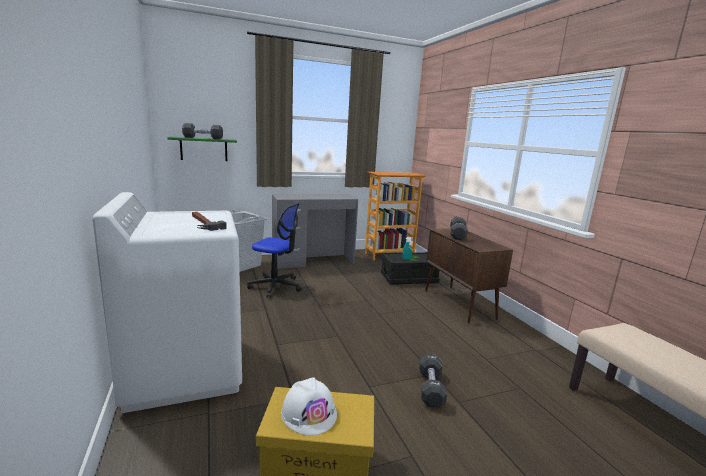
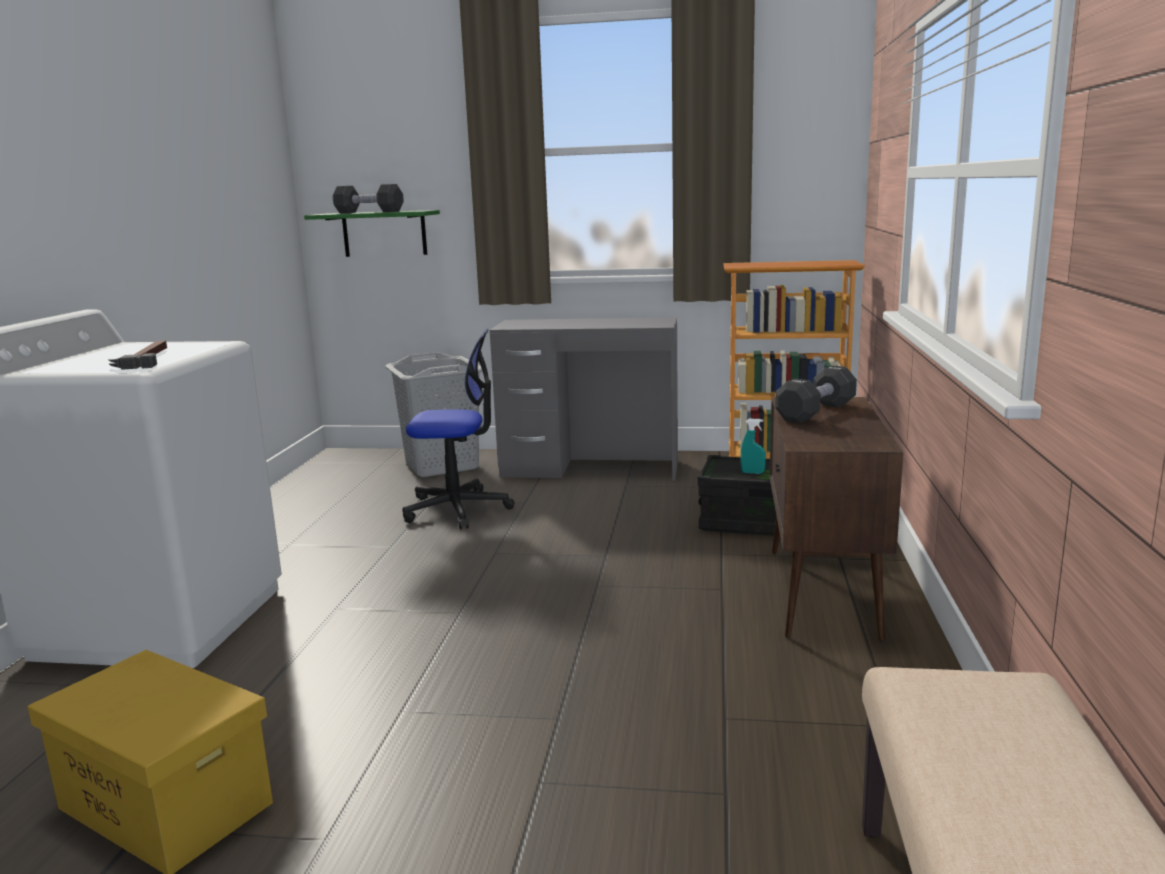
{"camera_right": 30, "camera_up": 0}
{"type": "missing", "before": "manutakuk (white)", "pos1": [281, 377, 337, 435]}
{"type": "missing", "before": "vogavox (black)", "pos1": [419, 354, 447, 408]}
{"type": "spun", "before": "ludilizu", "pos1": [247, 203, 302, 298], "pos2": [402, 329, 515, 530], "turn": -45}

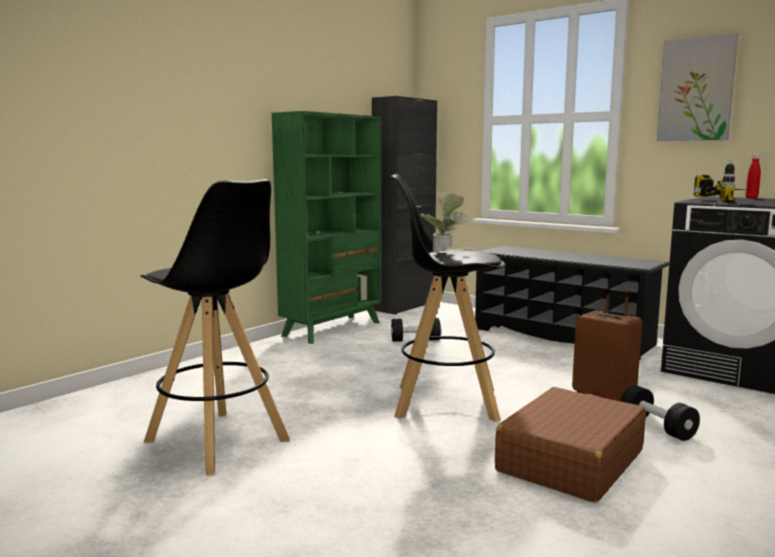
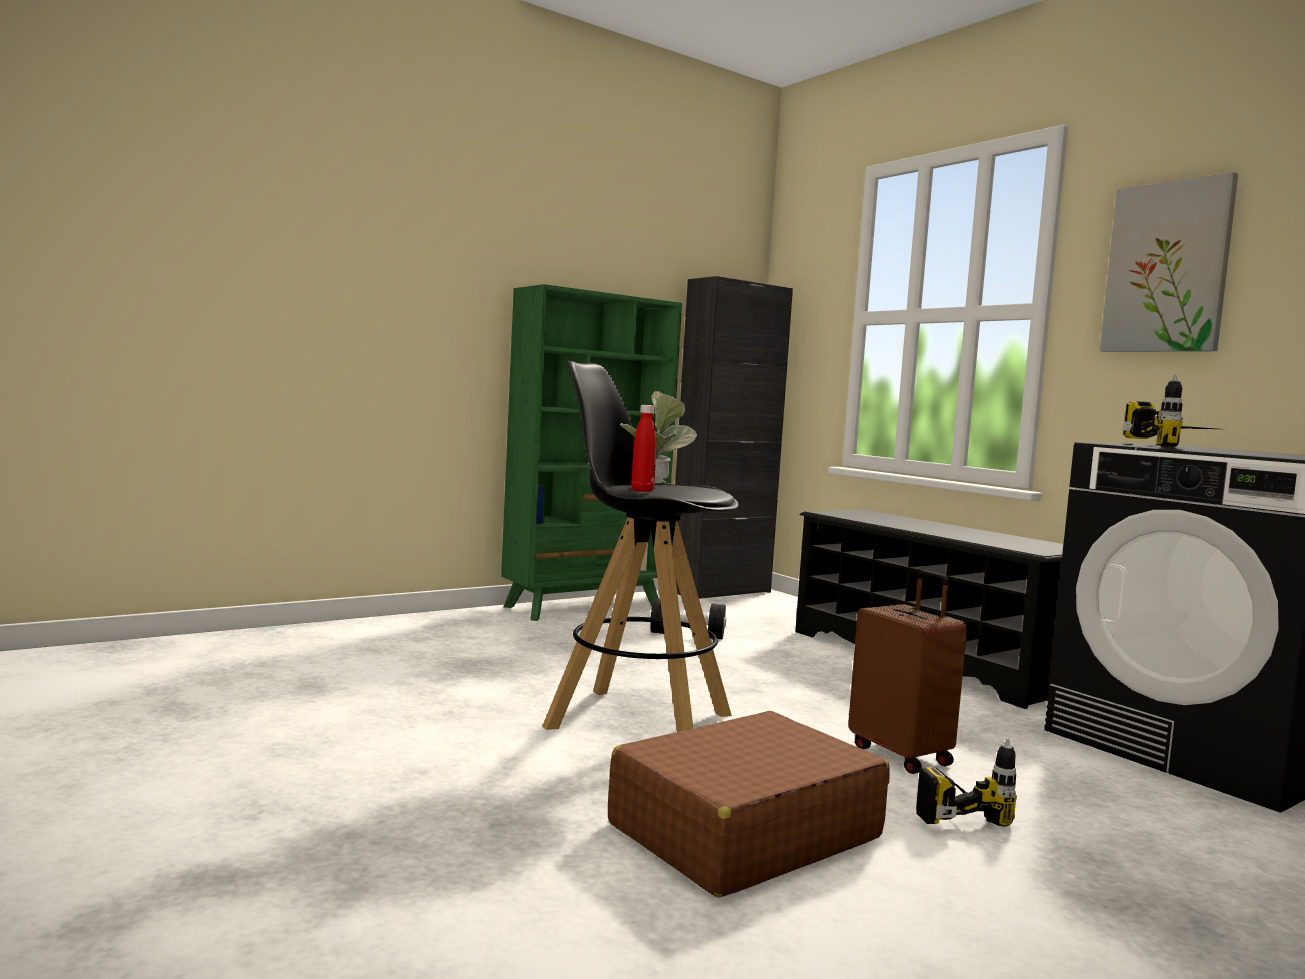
{"camera_right": 15, "camera_up": -5}
{"type": "missing", "before": "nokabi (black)", "pos1": [140, 179, 290, 475]}
{"type": "relocated", "before": "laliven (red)", "pos1": [746, 155, 761, 199], "pos2": [631, 405, 657, 492]}
{"type": "exchanged", "before": "vogavox (black)", "after": "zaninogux", "pos1": [621, 385, 700, 441], "pos2": [916, 739, 1017, 827]}

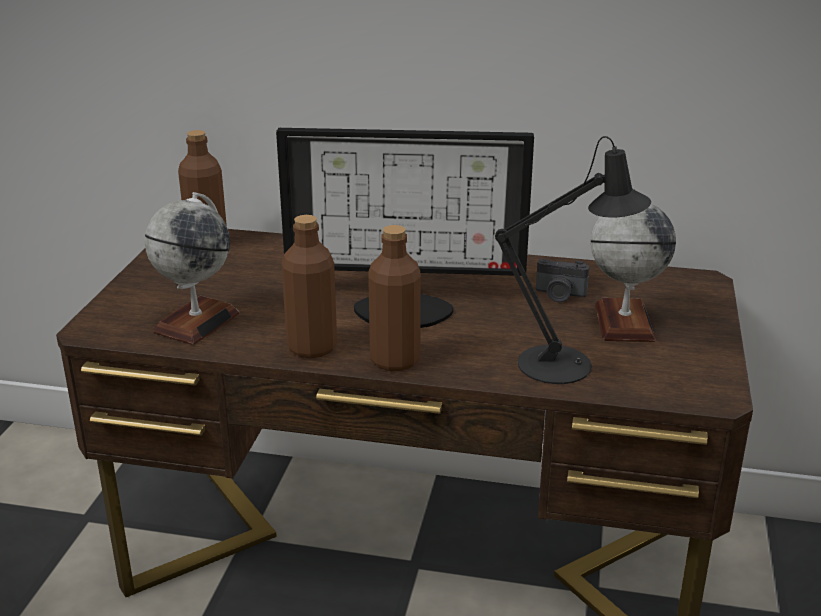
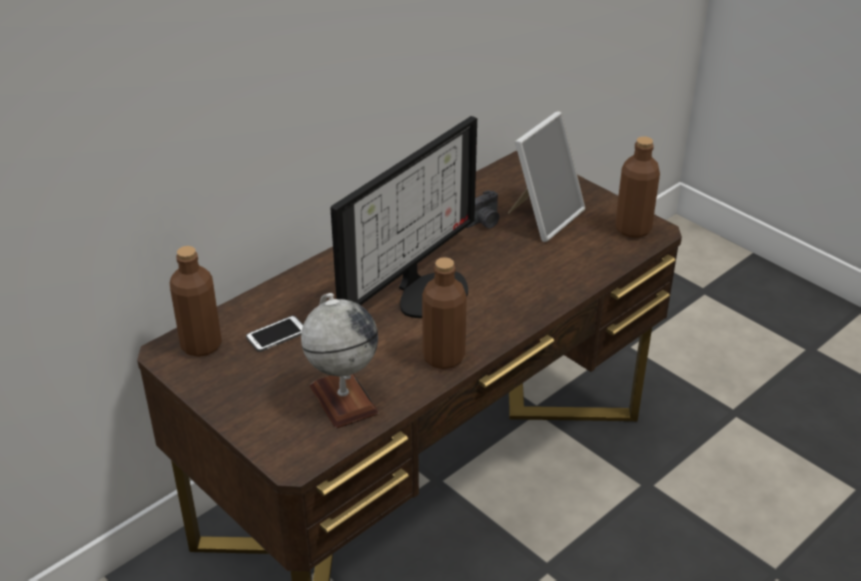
{"camera_right": -55, "camera_up": 10}
{"type": "missing", "before": "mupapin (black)", "pos1": [495, 136, 651, 384]}
{"type": "appeared", "after": "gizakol", "pos2": [246, 315, 303, 352]}
{"type": "relocated", "before": "laliven (brown)", "pos1": [368, 225, 421, 371], "pos2": [615, 136, 660, 238]}
{"type": "exchanged", "before": "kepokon", "after": "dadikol", "pos1": [591, 204, 676, 342], "pos2": [508, 111, 585, 242]}

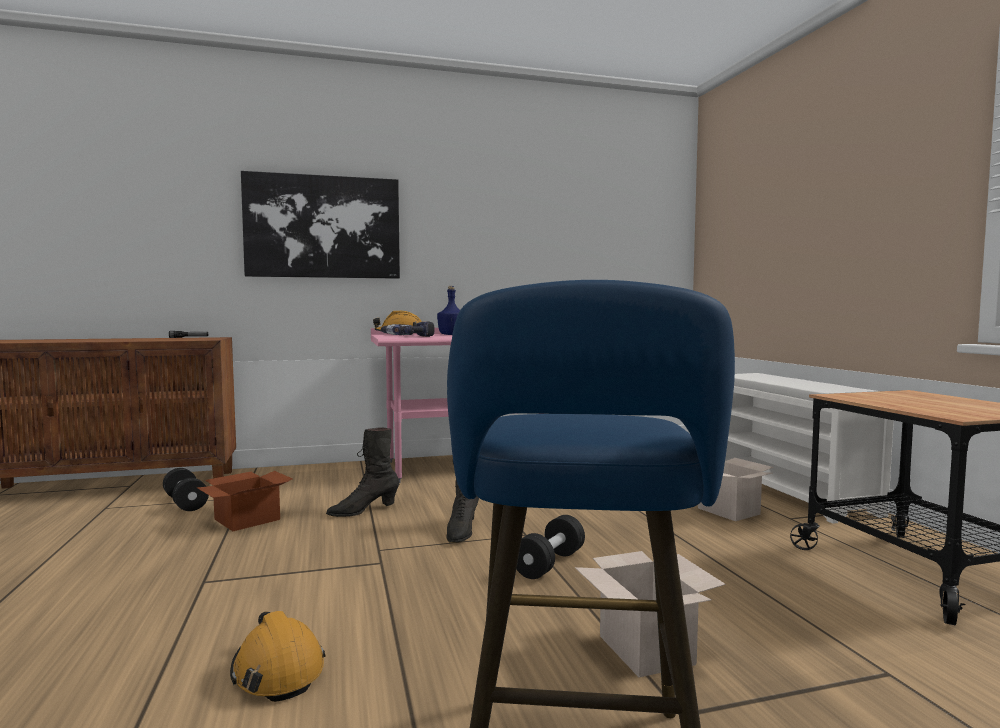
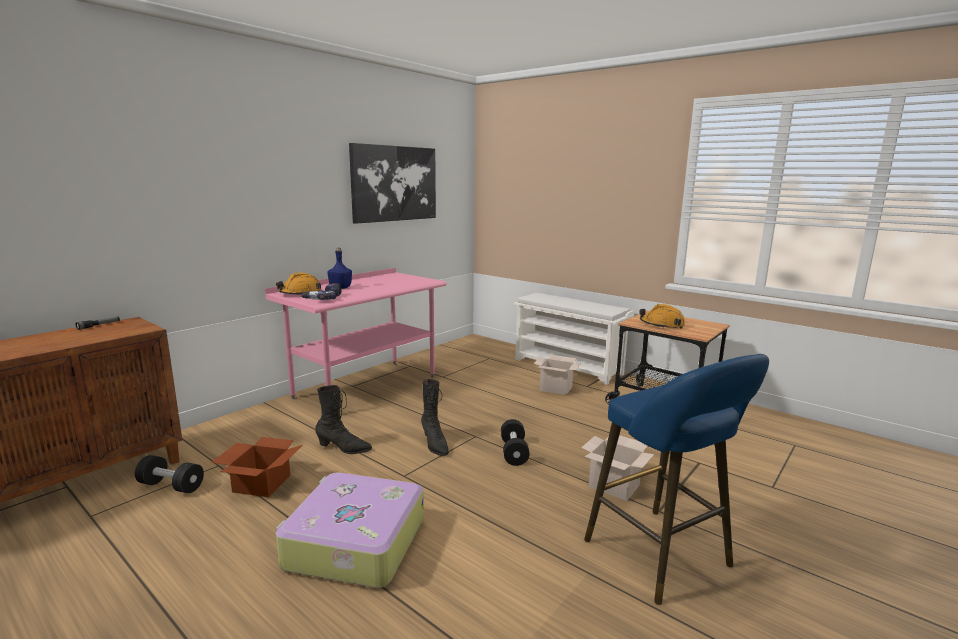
{"camera_right": -35, "camera_up": 10}
{"type": "appeared", "after": "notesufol", "pos2": [276, 472, 424, 588]}
{"type": "relocated", "before": "manutakuk (orange)", "pos1": [230, 611, 326, 702], "pos2": [639, 304, 685, 329]}
{"type": "relocated", "before": "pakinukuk", "pos1": [241, 171, 400, 279], "pos2": [349, 143, 436, 224]}
{"type": "spun", "before": "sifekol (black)", "pos1": [326, 427, 399, 517], "pos2": [315, 385, 372, 454], "turn": -105}

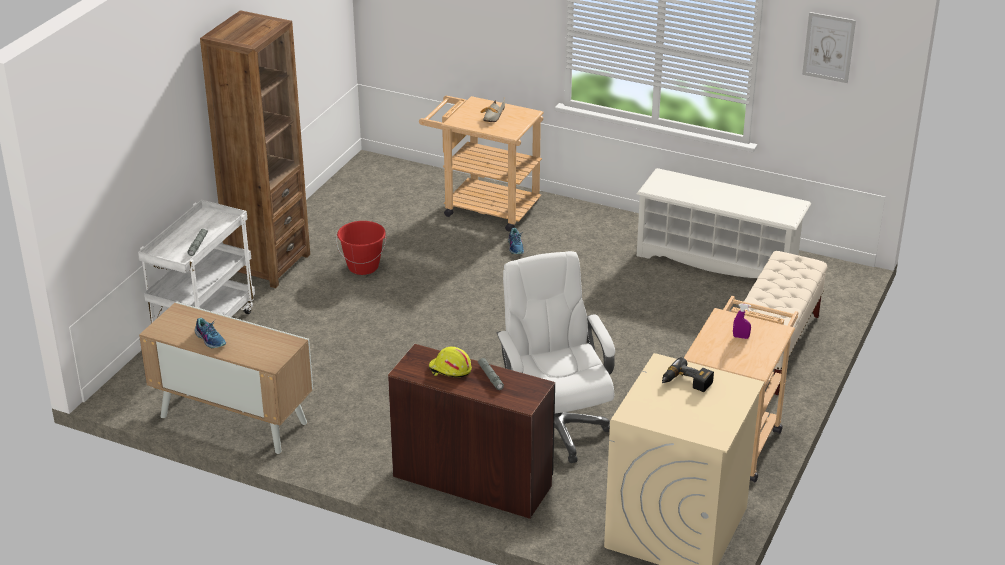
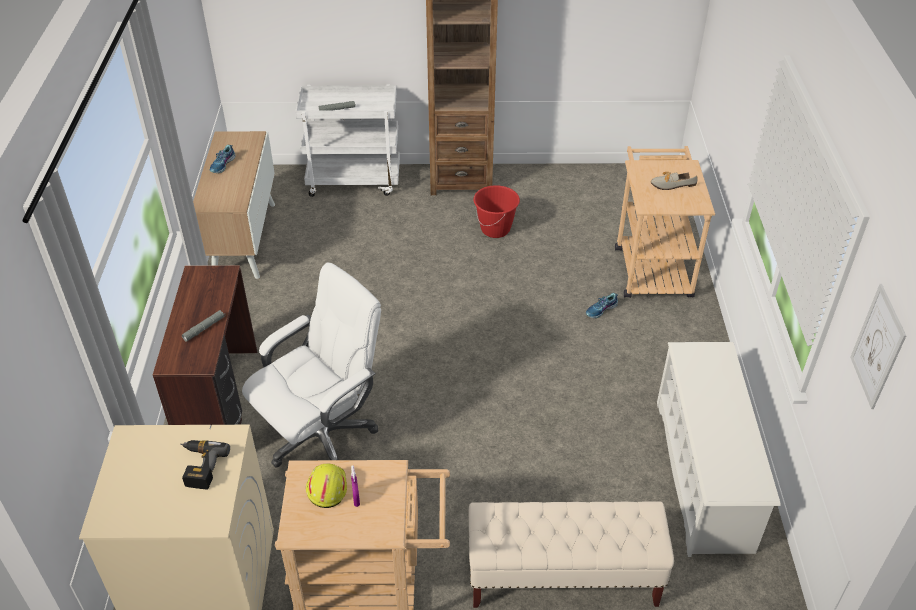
{"camera_right": 65, "camera_up": 10}
{"type": "relocated", "before": "manutakuk (yellow)", "pos1": [429, 346, 472, 377], "pos2": [306, 463, 347, 508]}

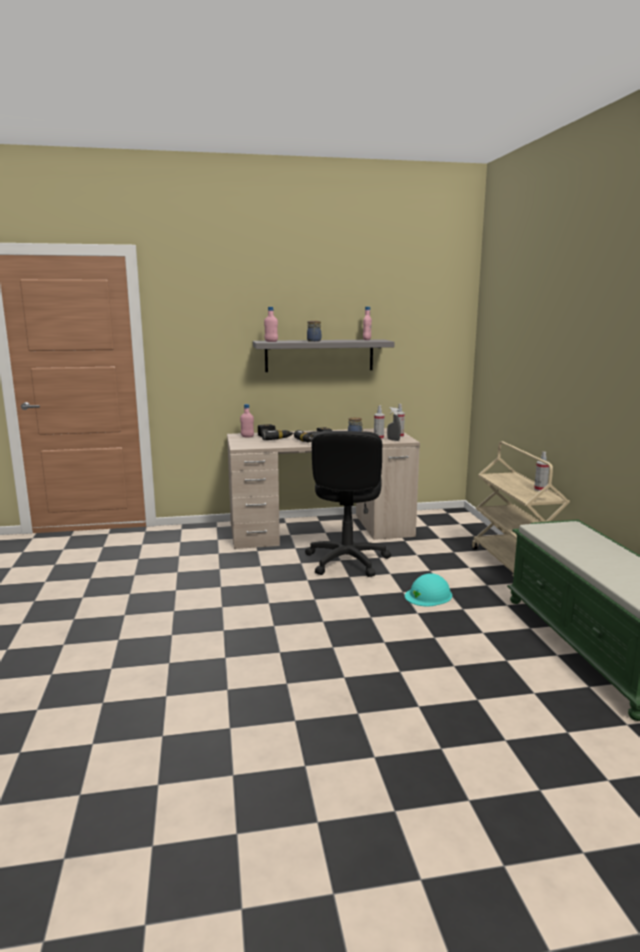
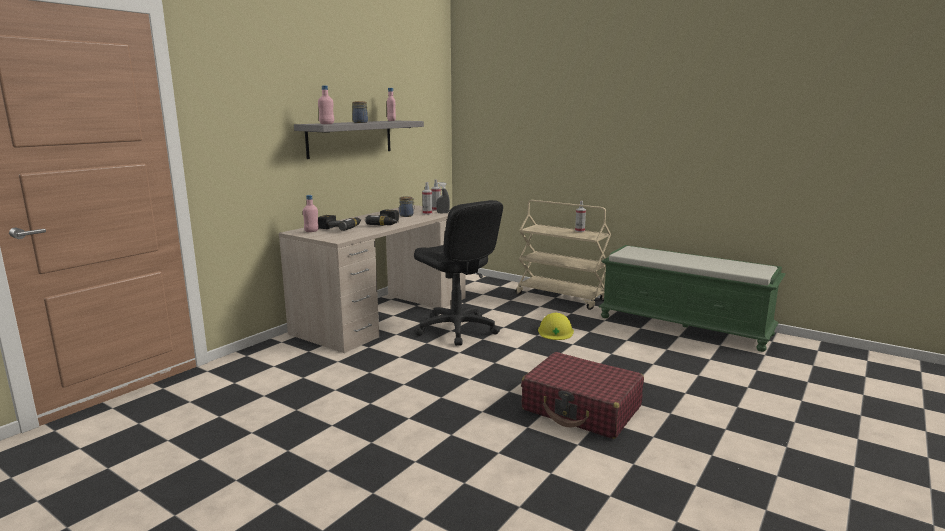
{"camera_right": -45, "camera_up": 0}
{"type": "appeared", "after": "notesufol (red)", "pos2": [521, 352, 644, 439]}
{"type": "colour", "before": "manutakuk (turquoise)", "after": "manutakuk (yellow)", "pos1": [405, 573, 452, 606], "pos2": [538, 313, 574, 340]}

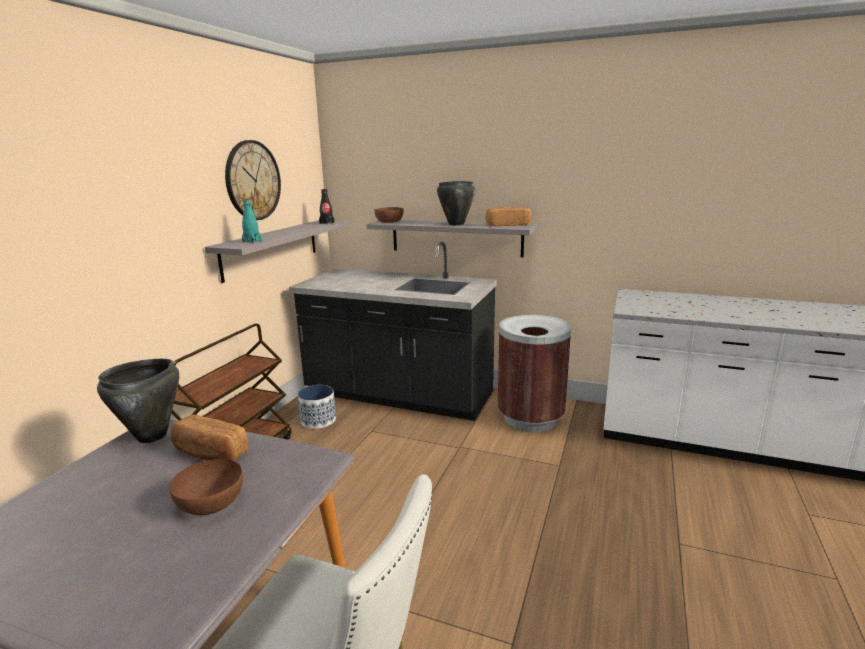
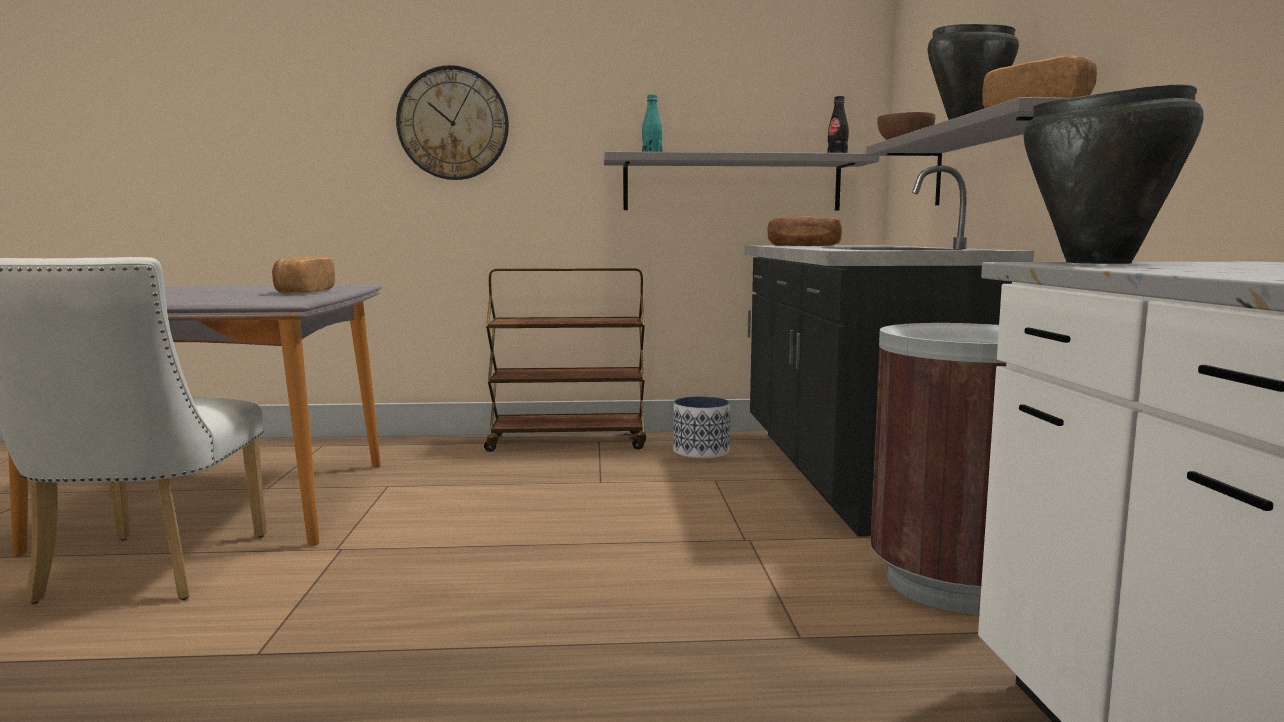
{"camera_right": 65, "camera_up": -10}
{"type": "missing", "before": "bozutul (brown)", "pos1": [169, 459, 243, 515]}
{"type": "appeared", "after": "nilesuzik", "pos2": [767, 217, 842, 246]}
{"type": "relocated", "before": "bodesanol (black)", "pos1": [97, 359, 179, 443], "pos2": [1024, 85, 1204, 264]}
{"type": "relocated", "before": "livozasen", "pos1": [225, 140, 281, 220], "pos2": [396, 65, 509, 180]}

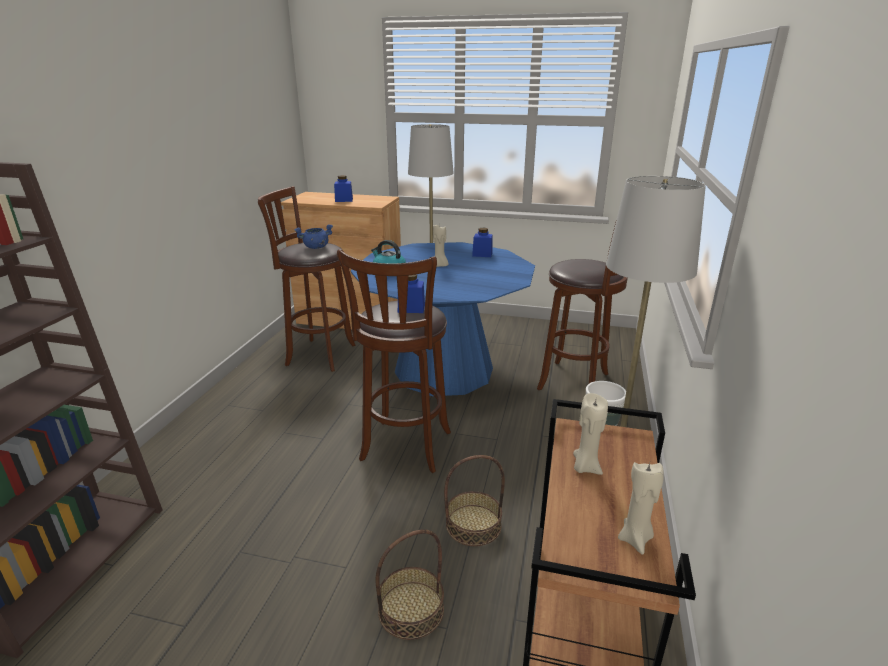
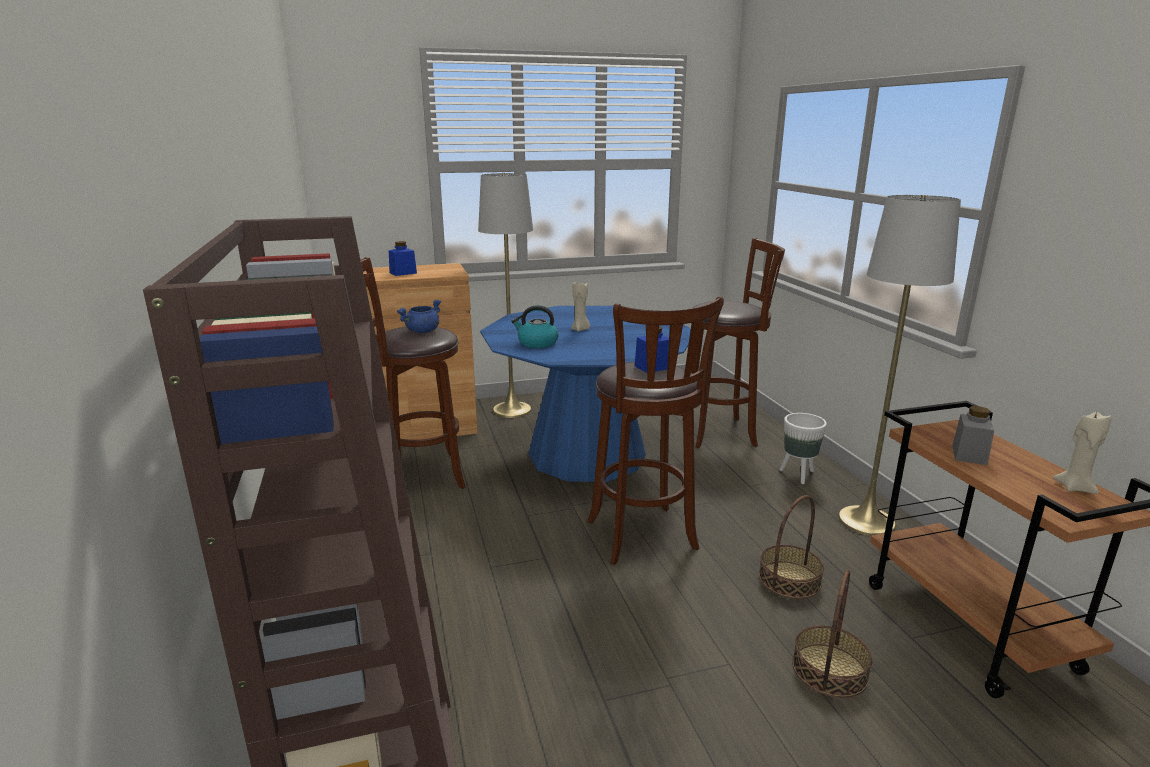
{"camera_right": -30, "camera_up": -5}
{"type": "missing", "before": "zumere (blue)", "pos1": [472, 228, 492, 257]}
{"type": "exchanged", "before": "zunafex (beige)", "after": "zumere (grey)", "pos1": [573, 393, 608, 475], "pos2": [952, 406, 994, 465]}

